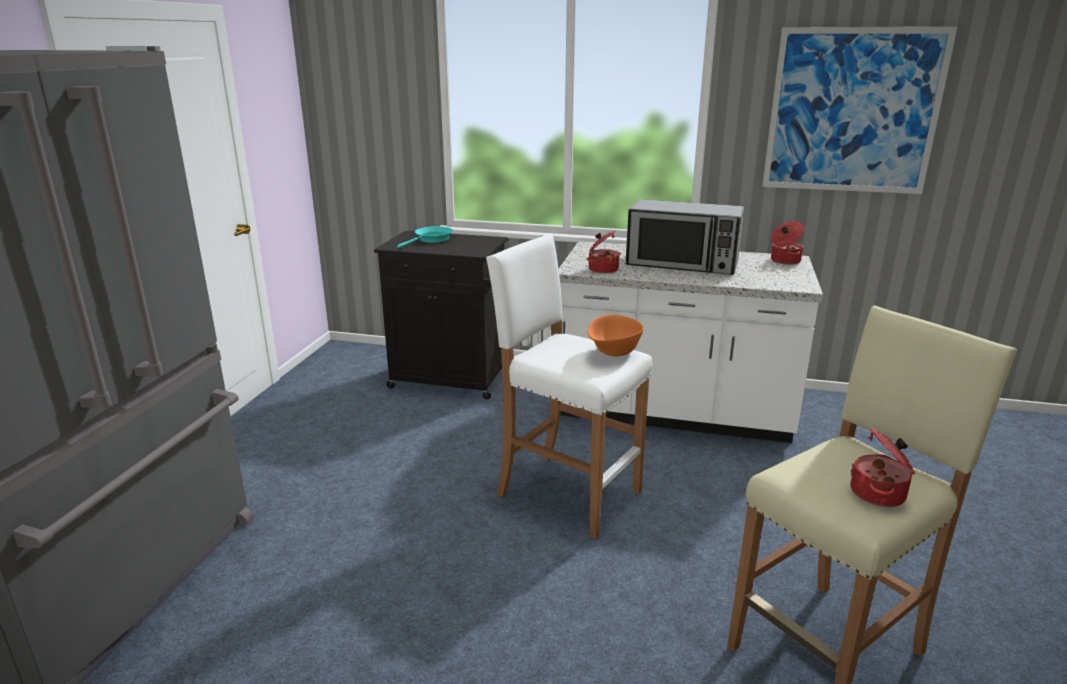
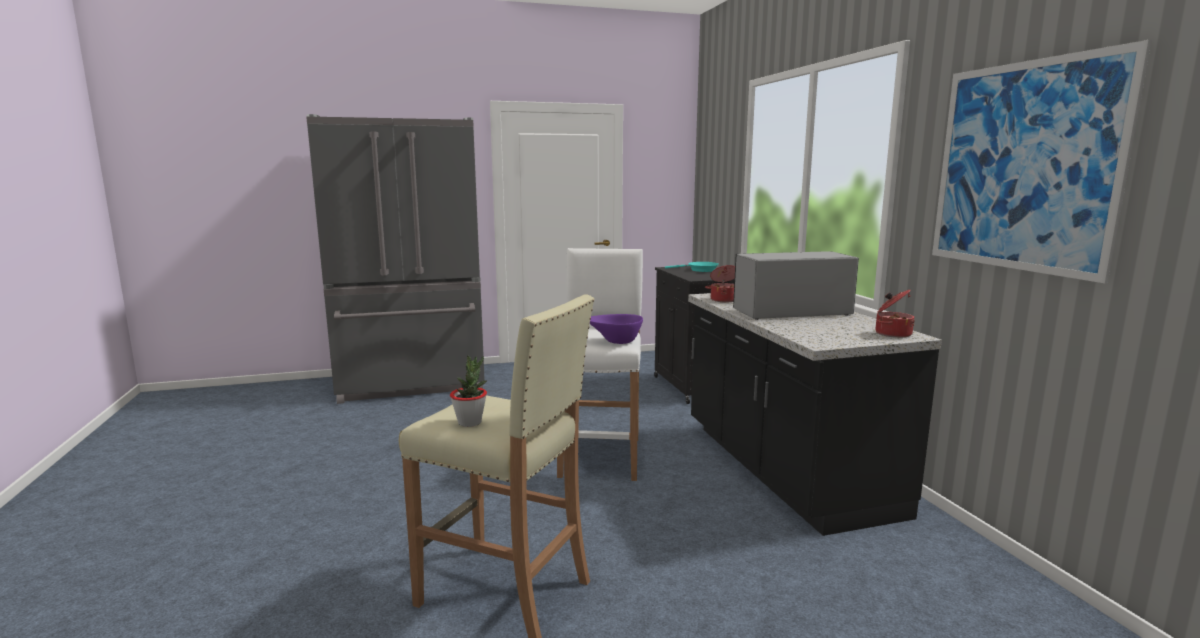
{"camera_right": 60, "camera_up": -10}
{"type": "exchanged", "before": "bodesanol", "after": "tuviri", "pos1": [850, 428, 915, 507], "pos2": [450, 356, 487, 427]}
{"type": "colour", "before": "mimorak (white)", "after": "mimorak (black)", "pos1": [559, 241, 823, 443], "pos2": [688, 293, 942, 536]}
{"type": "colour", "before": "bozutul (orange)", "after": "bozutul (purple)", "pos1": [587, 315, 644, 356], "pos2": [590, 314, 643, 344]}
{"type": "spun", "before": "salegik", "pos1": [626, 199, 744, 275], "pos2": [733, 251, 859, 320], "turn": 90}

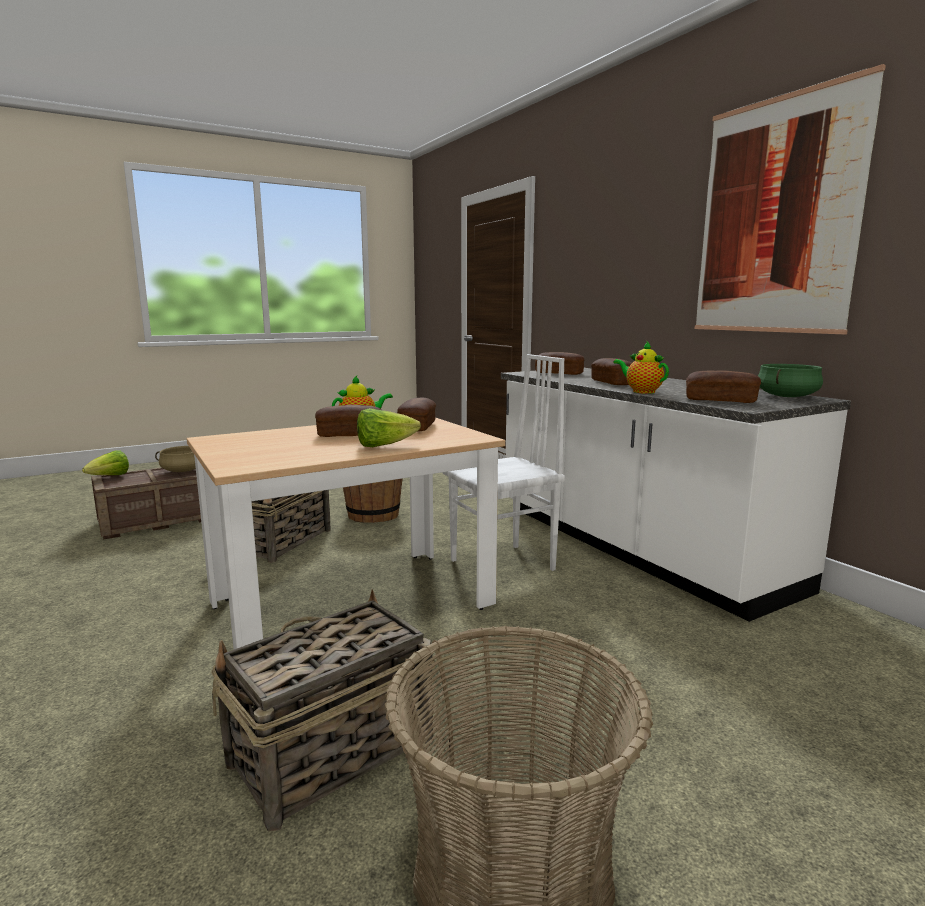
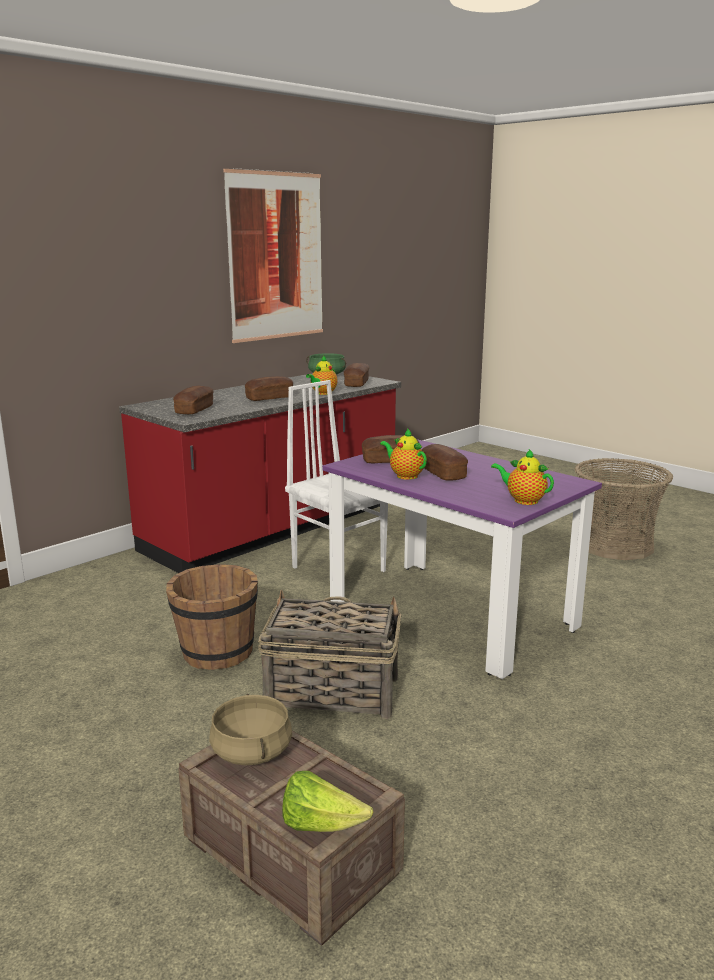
{"camera_right": -105, "camera_up": 5}
{"type": "missing", "before": "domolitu", "pos1": [211, 589, 435, 832]}
{"type": "missing", "before": "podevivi", "pos1": [357, 408, 421, 447]}
{"type": "appeared", "after": "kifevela", "pos2": [491, 449, 554, 505]}
{"type": "colour", "before": "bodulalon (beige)", "after": "bodulalon (purple)", "pos1": [186, 417, 505, 649], "pos2": [322, 439, 602, 679]}
{"type": "colour", "before": "mimorak (white)", "after": "mimorak (red)", "pos1": [501, 368, 851, 622], "pos2": [119, 372, 401, 573]}

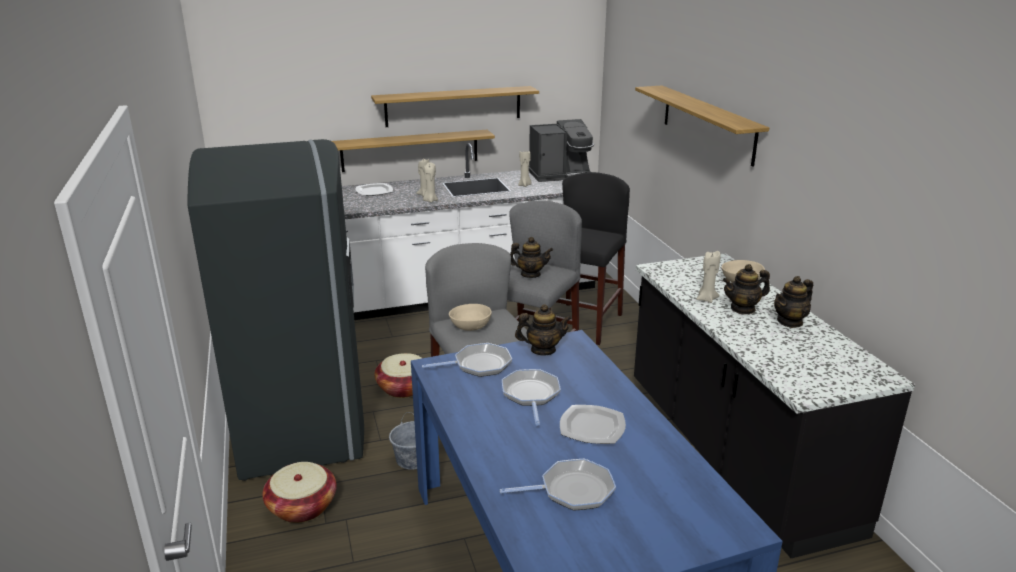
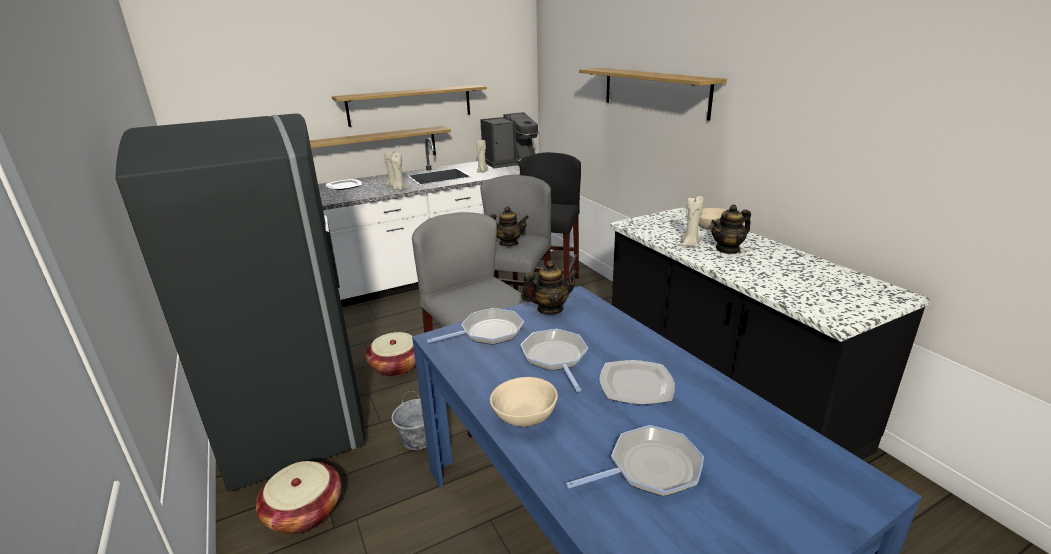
{"camera_right": -10, "camera_up": 0}
{"type": "missing", "before": "kifevela", "pos1": [774, 276, 813, 328]}
{"type": "relocated", "before": "bozutul (beige)", "pos1": [449, 304, 492, 331], "pos2": [490, 377, 558, 427]}

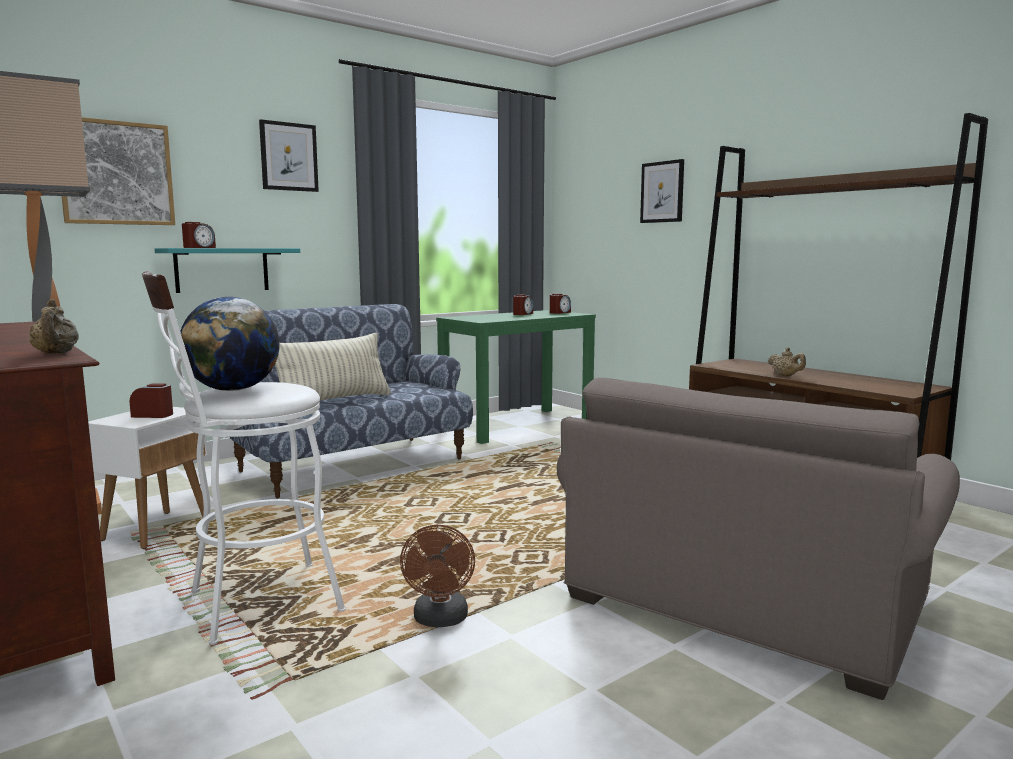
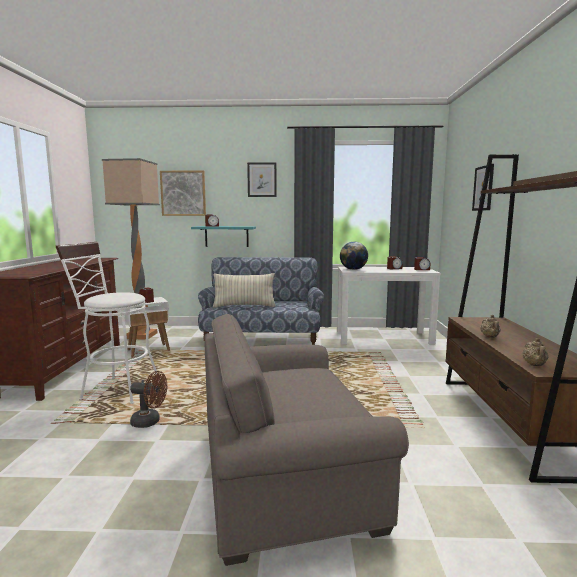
{"camera_right": 40, "camera_up": 0}
{"type": "relocated", "before": "kifevela (beige)", "pos1": [29, 299, 79, 354], "pos2": [523, 338, 548, 366]}
{"type": "relocated", "before": "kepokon", "pos1": [180, 297, 280, 391], "pos2": [340, 242, 368, 270]}
{"type": "colour", "before": "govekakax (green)", "after": "govekakax (white)", "pos1": [436, 310, 596, 444], "pos2": [337, 267, 441, 345]}
{"type": "spun", "before": "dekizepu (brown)", "pos1": [400, 525, 475, 627], "pos2": [130, 371, 167, 428], "turn": -120}

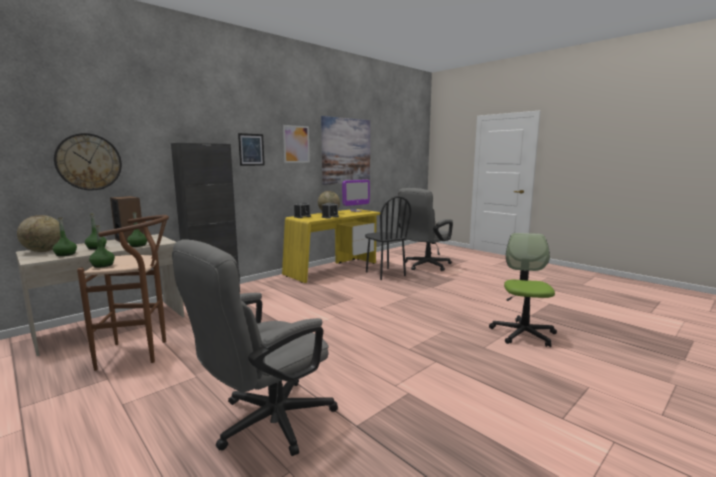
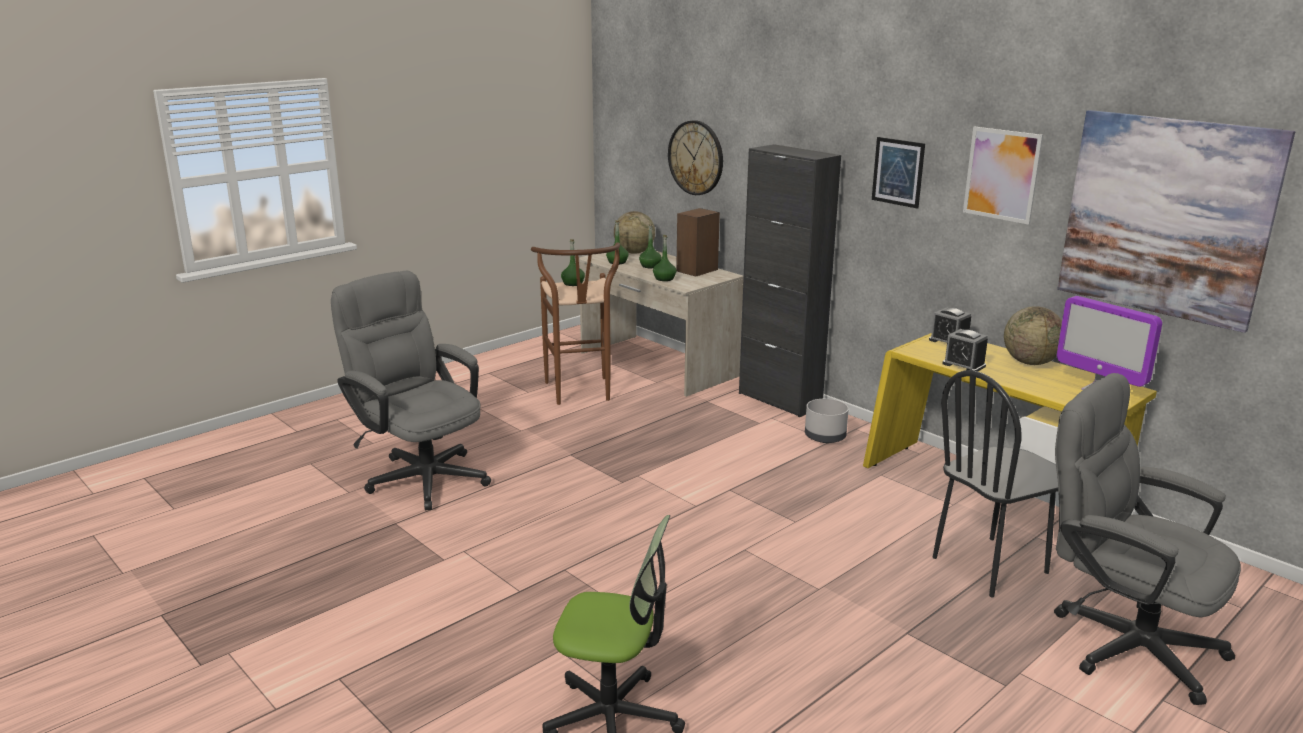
{"camera_right": 90, "camera_up": 10}
{"type": "appeared", "after": "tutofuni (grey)", "pos2": [805, 399, 849, 443]}

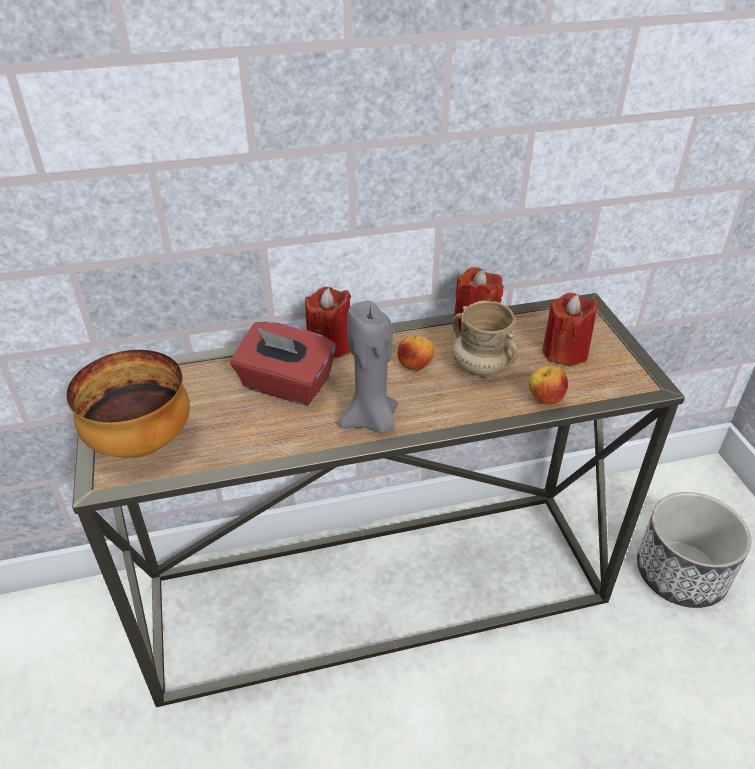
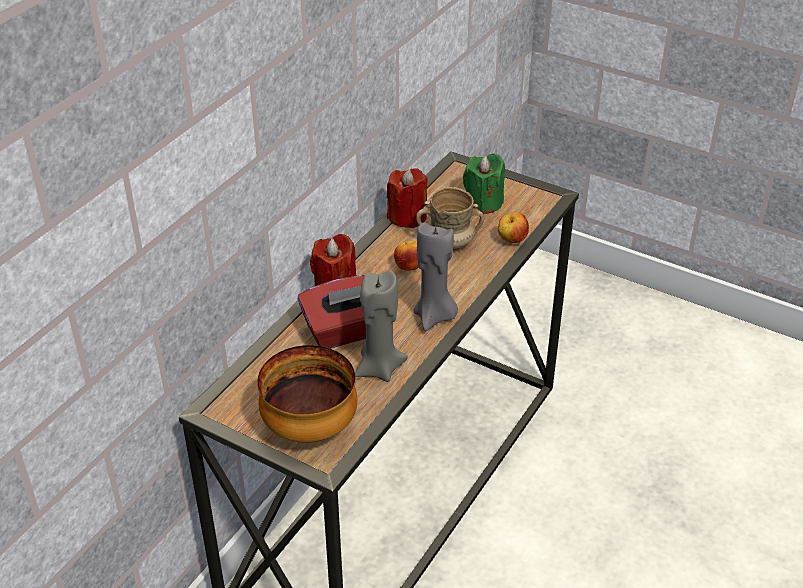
{"camera_right": -45, "camera_up": 0}
{"type": "missing", "before": "tutofuni", "pos1": [637, 492, 751, 608]}
{"type": "appeared", "after": "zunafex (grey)", "pos2": [355, 271, 408, 382]}
{"type": "colour", "before": "zunafex (red)", "after": "zunafex (green)", "pos1": [542, 293, 598, 365], "pos2": [463, 153, 505, 214]}

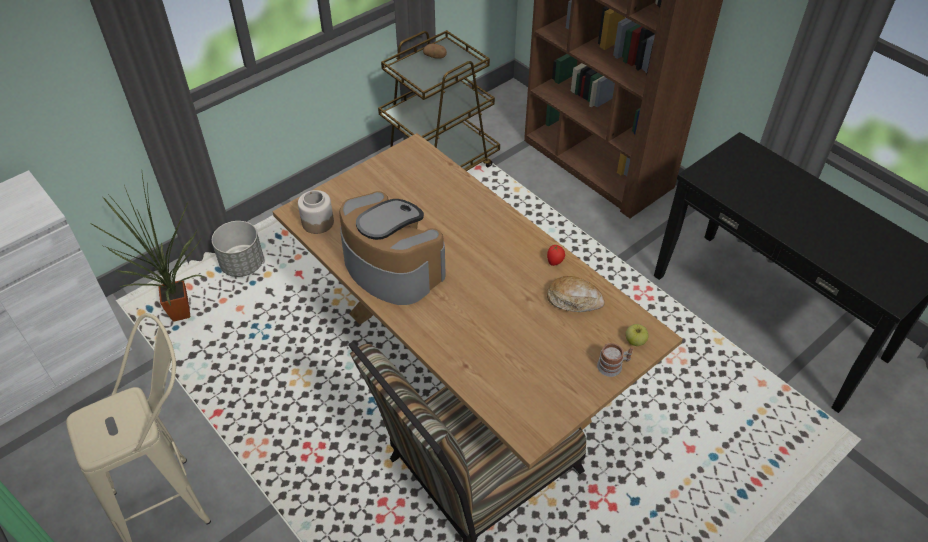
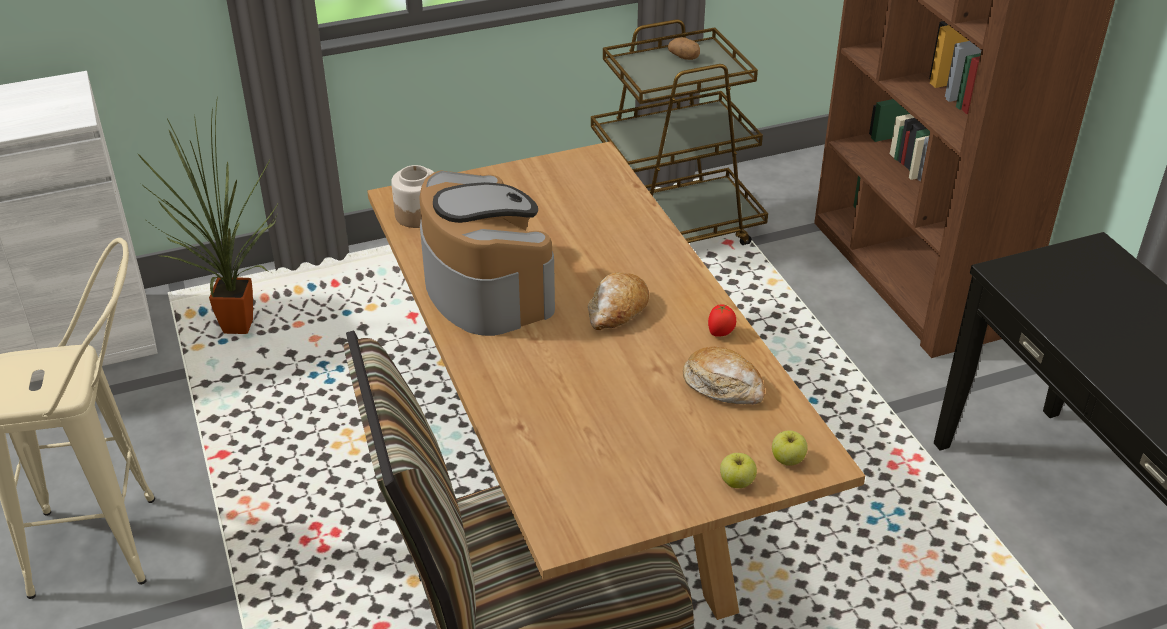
{"camera_right": 20, "camera_up": -10}
{"type": "missing", "before": "tutofuni (grey)", "pos1": [212, 221, 264, 277]}
{"type": "appeared", "after": "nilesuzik", "pos2": [588, 272, 649, 330]}
{"type": "exchanged", "before": "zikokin", "after": "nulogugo", "pos1": [597, 343, 633, 377], "pos2": [720, 453, 757, 488]}

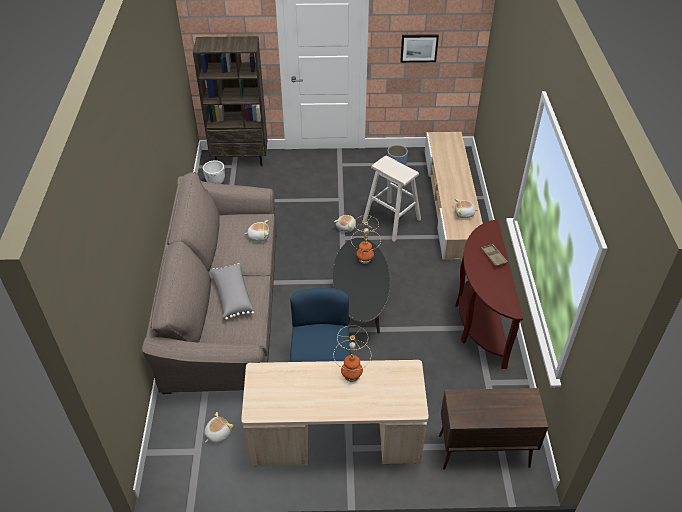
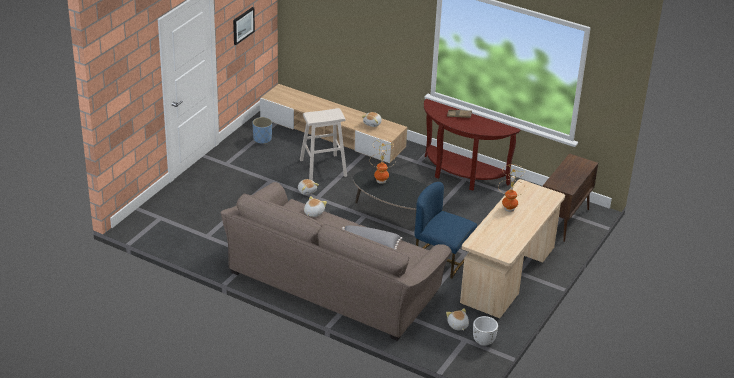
{"camera_right": -60, "camera_up": -10}
{"type": "missing", "before": "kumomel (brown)", "pos1": [193, 36, 267, 166]}
{"type": "relocated", "before": "tutofuni (white)", "pos1": [203, 160, 225, 184], "pos2": [473, 316, 498, 346]}

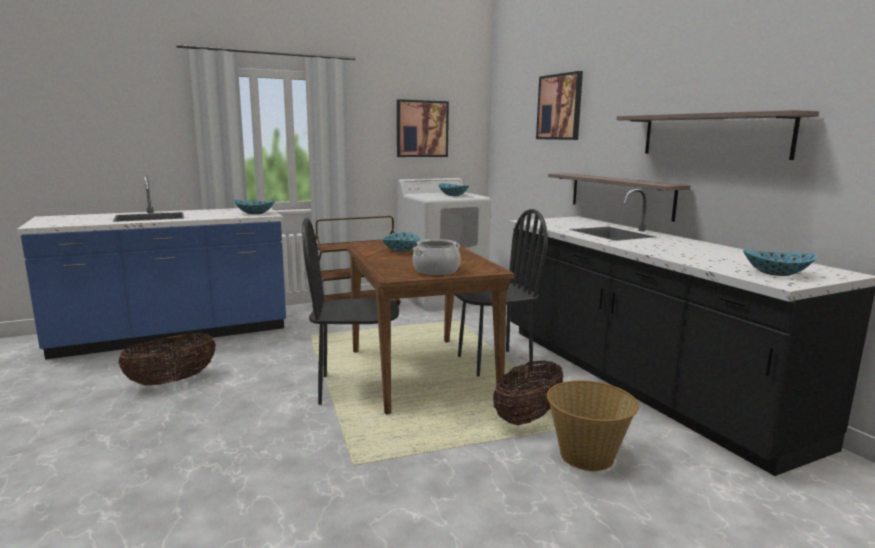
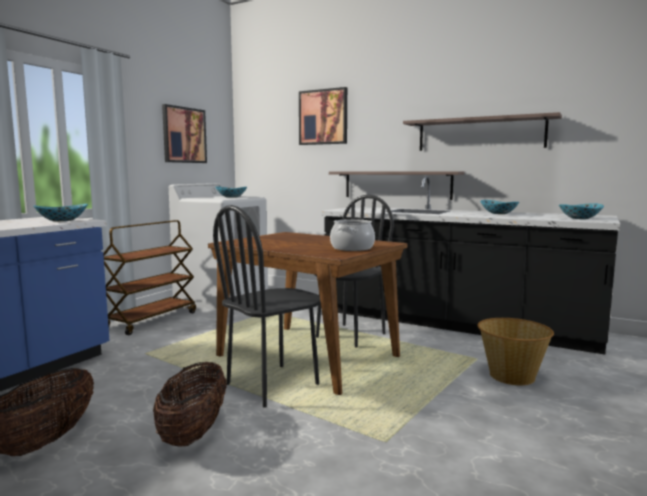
{"camera_right": -35, "camera_up": -5}
{"type": "relocated", "before": "bozutul", "pos1": [382, 232, 420, 252], "pos2": [480, 200, 519, 214]}
{"type": "relocated", "before": "domolitu", "pos1": [493, 360, 563, 425], "pos2": [153, 362, 227, 447]}

